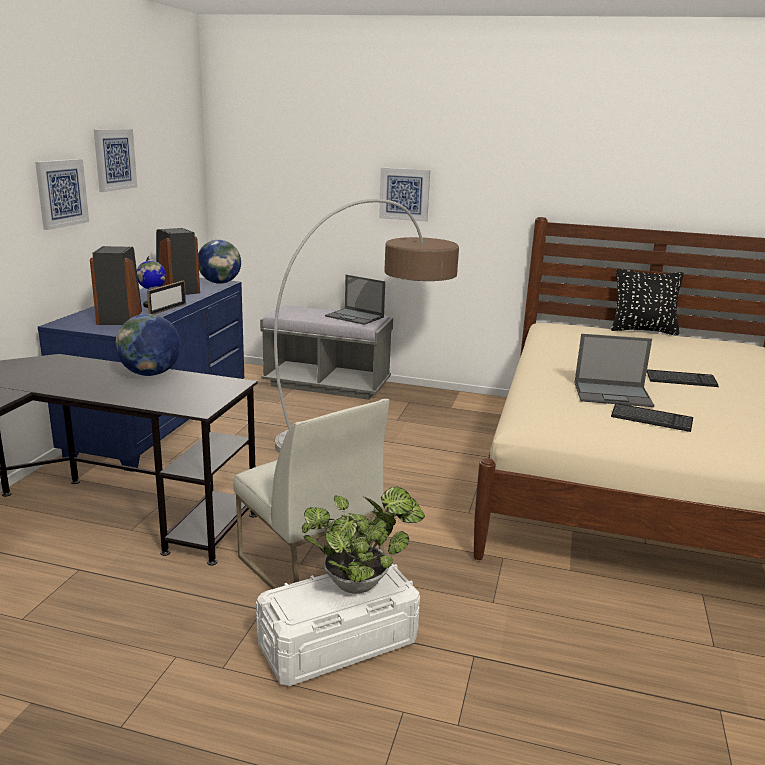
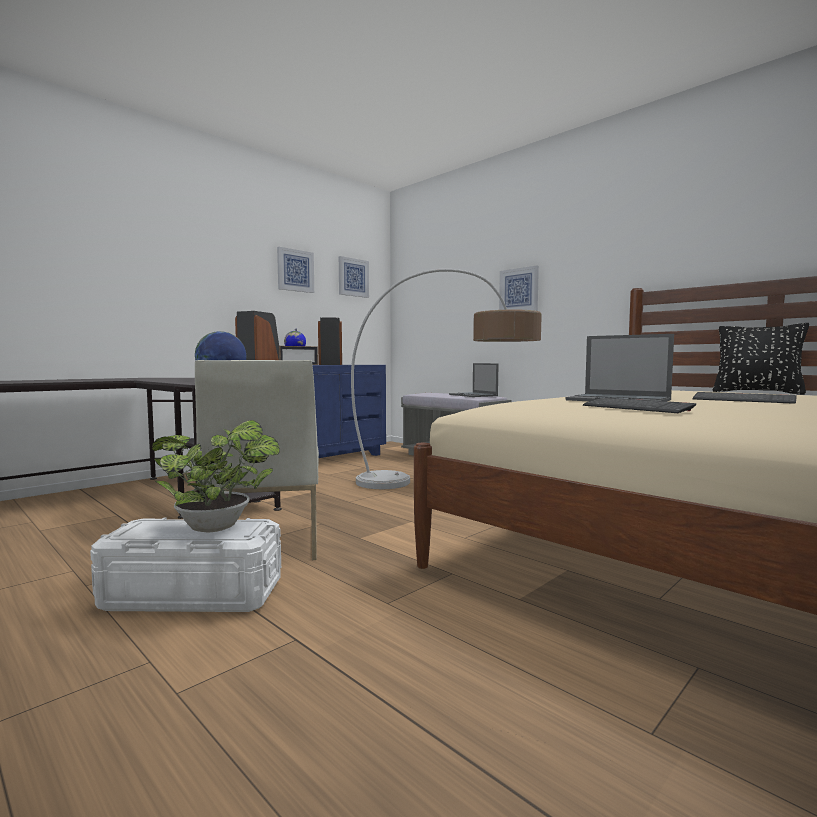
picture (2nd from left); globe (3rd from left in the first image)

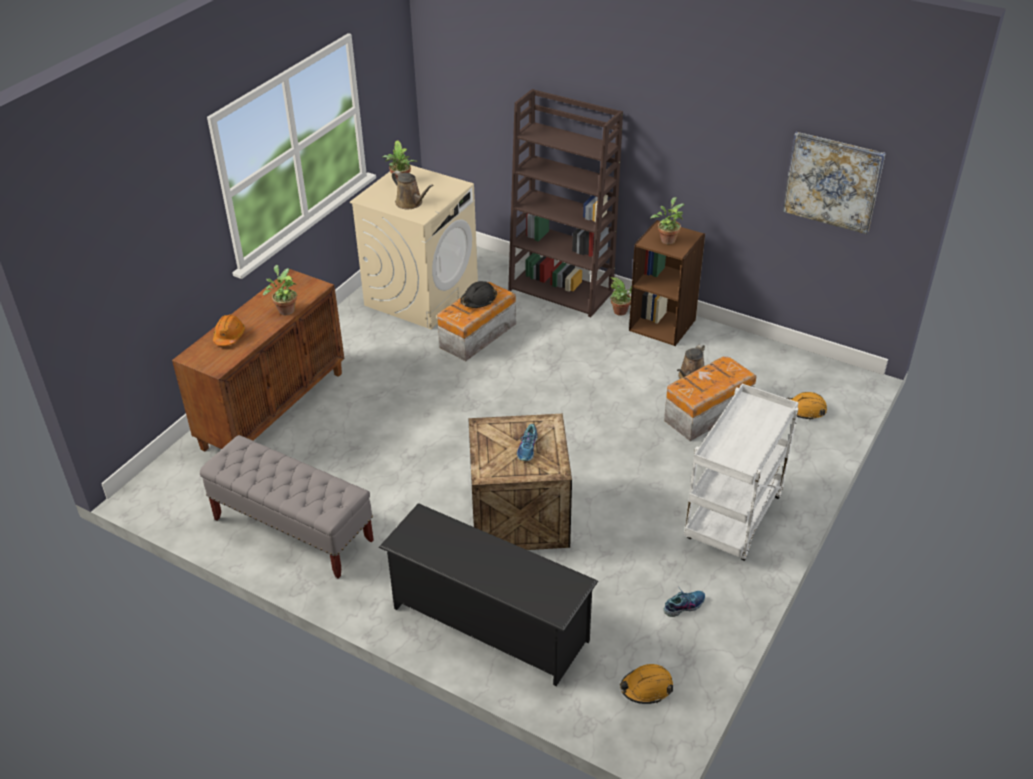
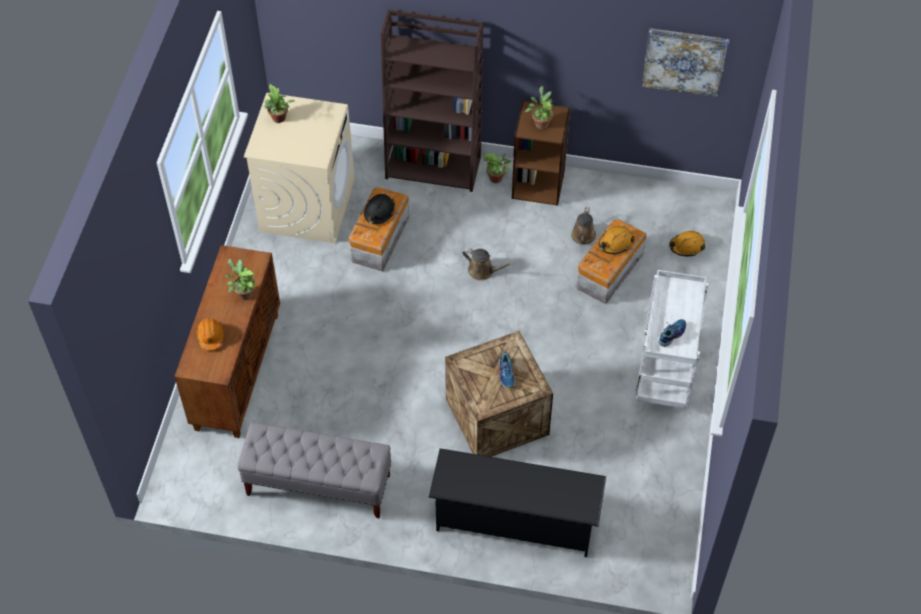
watering can (brown) (1st from left); hard hat (orange) (2nd from left); shoe (2nd from left)

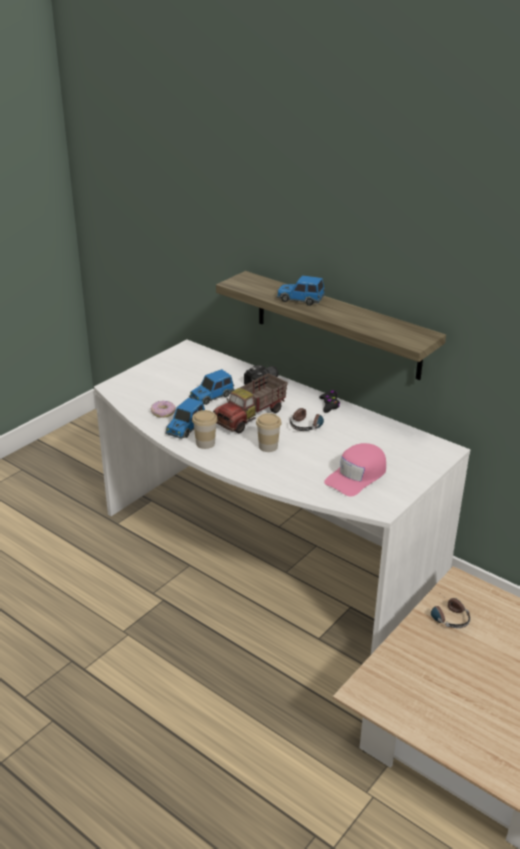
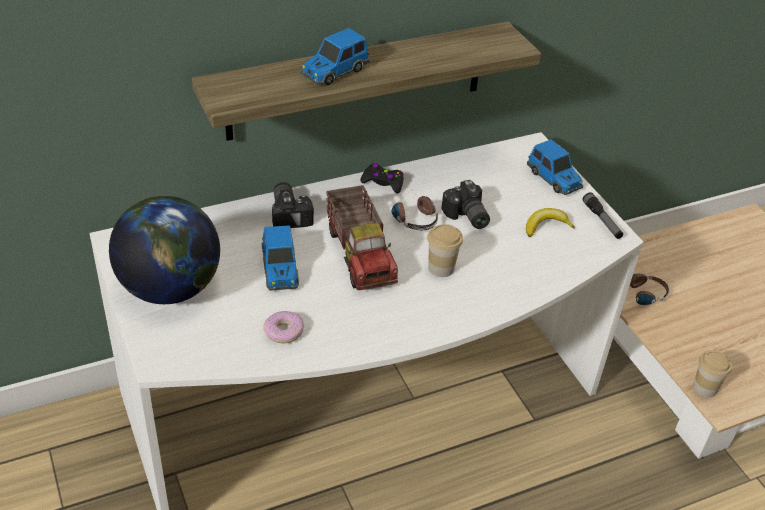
toy car (3rd from left); cup (2nd from left); banana; globe; photo camera (2nd from left); flashlight

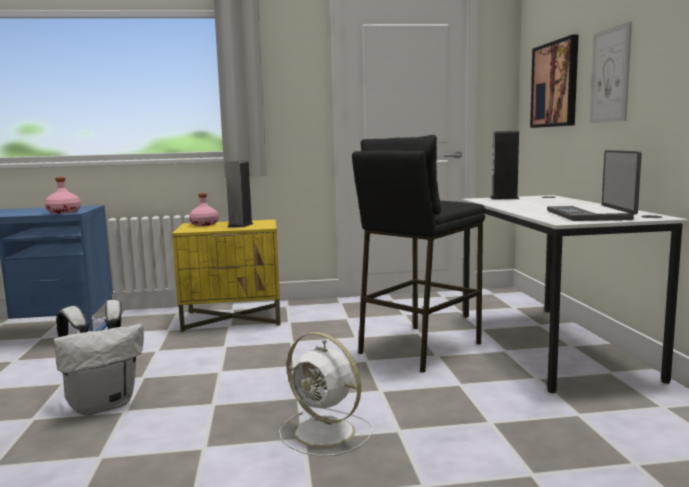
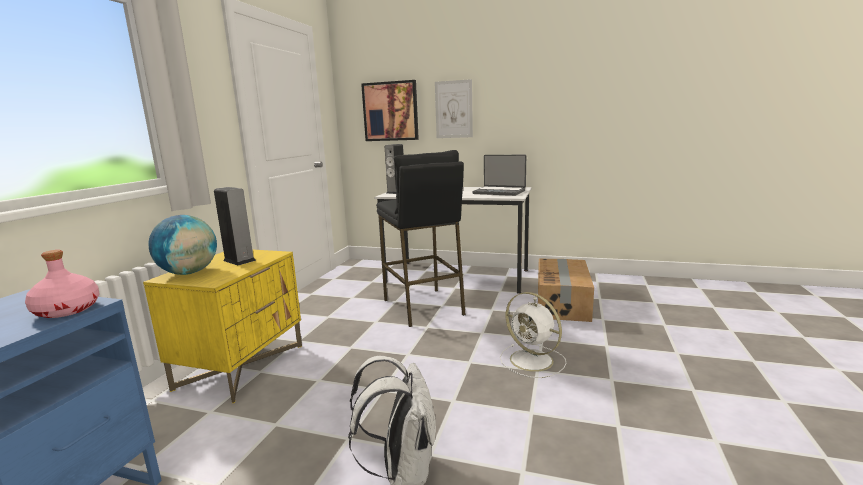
globe; fan (white); cardboard box

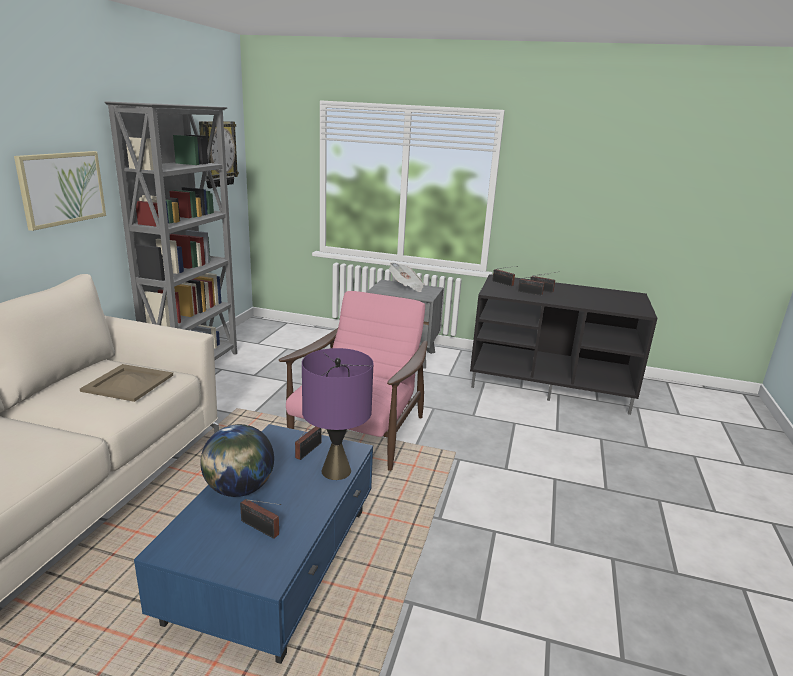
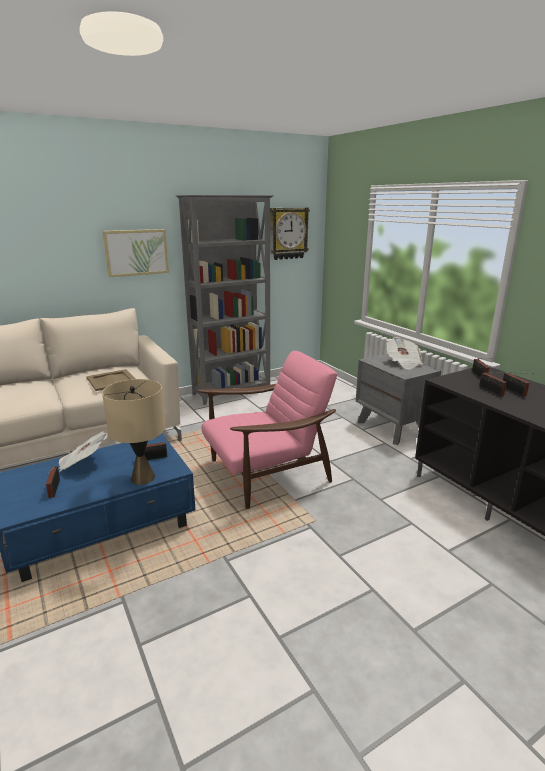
newspaper (1st from left); table lamp (beige)

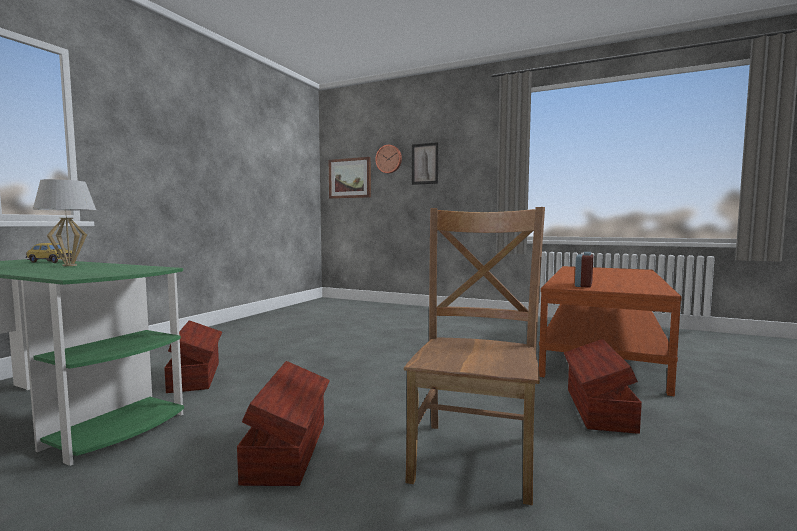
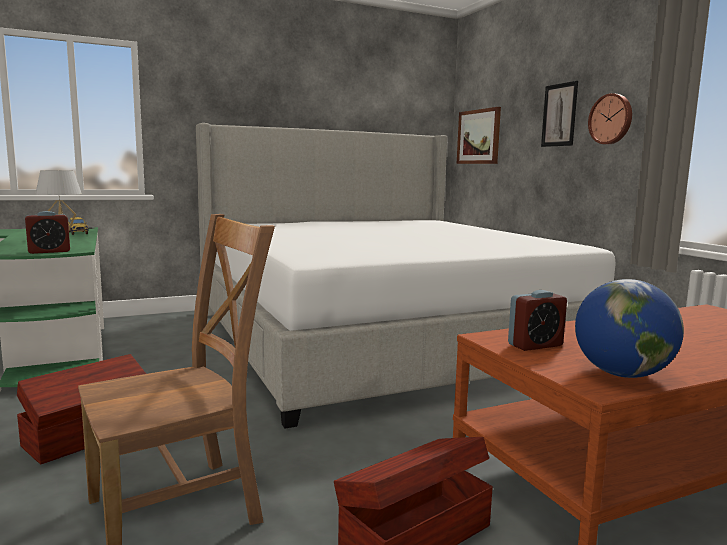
storage box (brown) (1st from left in the first image); wall clock; alarm clock (1st from left); bed; globe

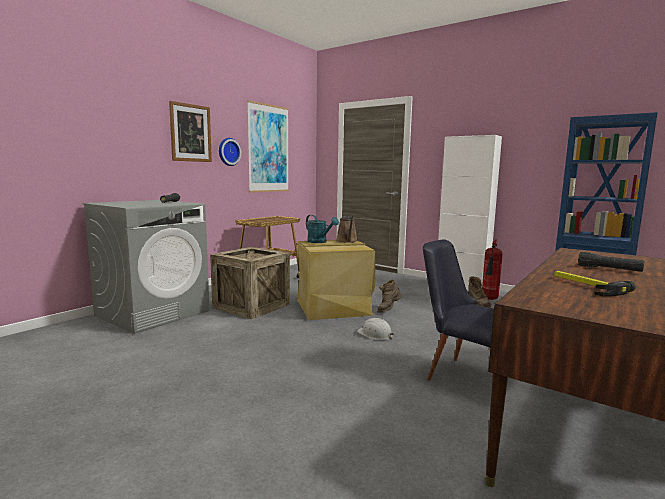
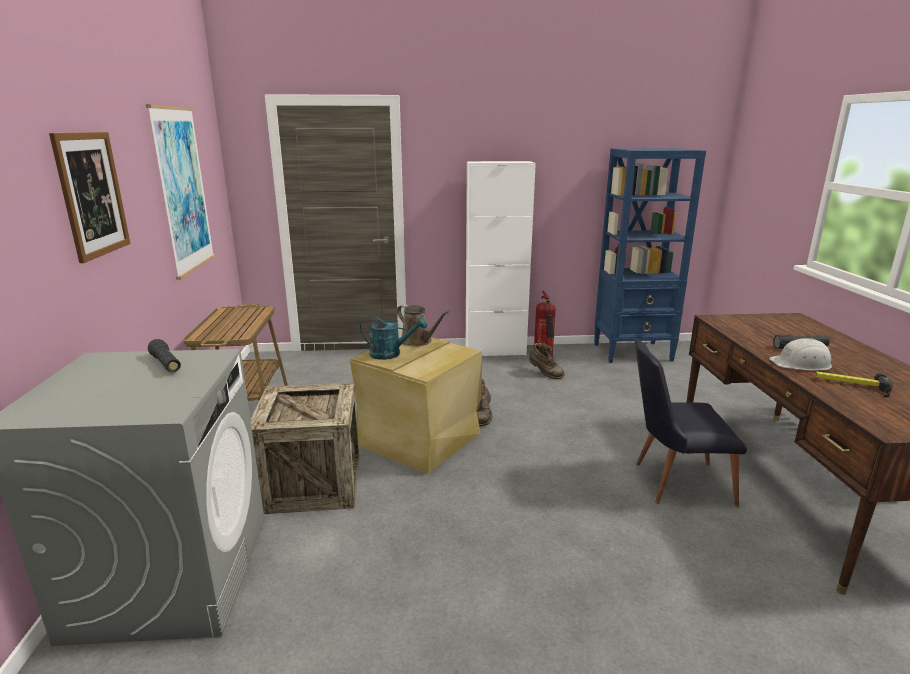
wall clock; hard hat (white)

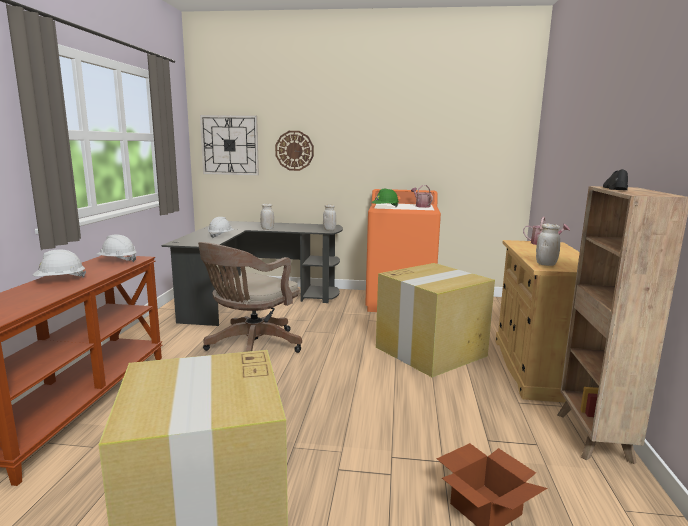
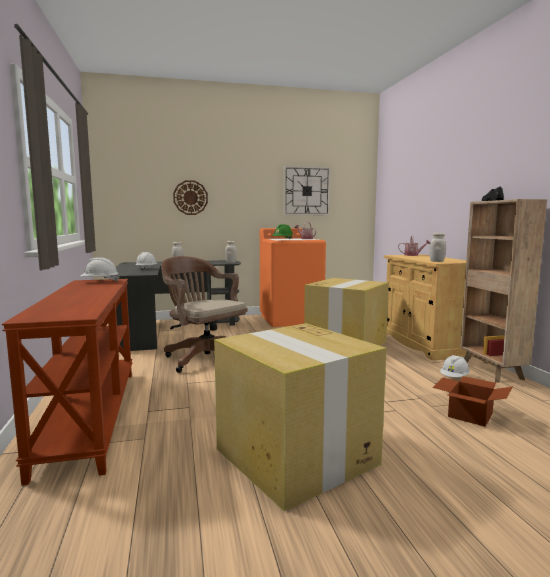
hard hat (white) (3rd from left); office chair (brown); wall clock (2nd from left)

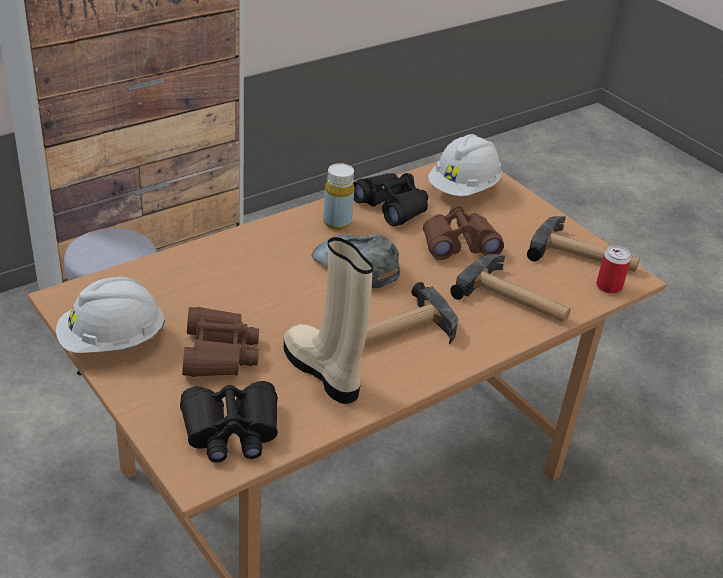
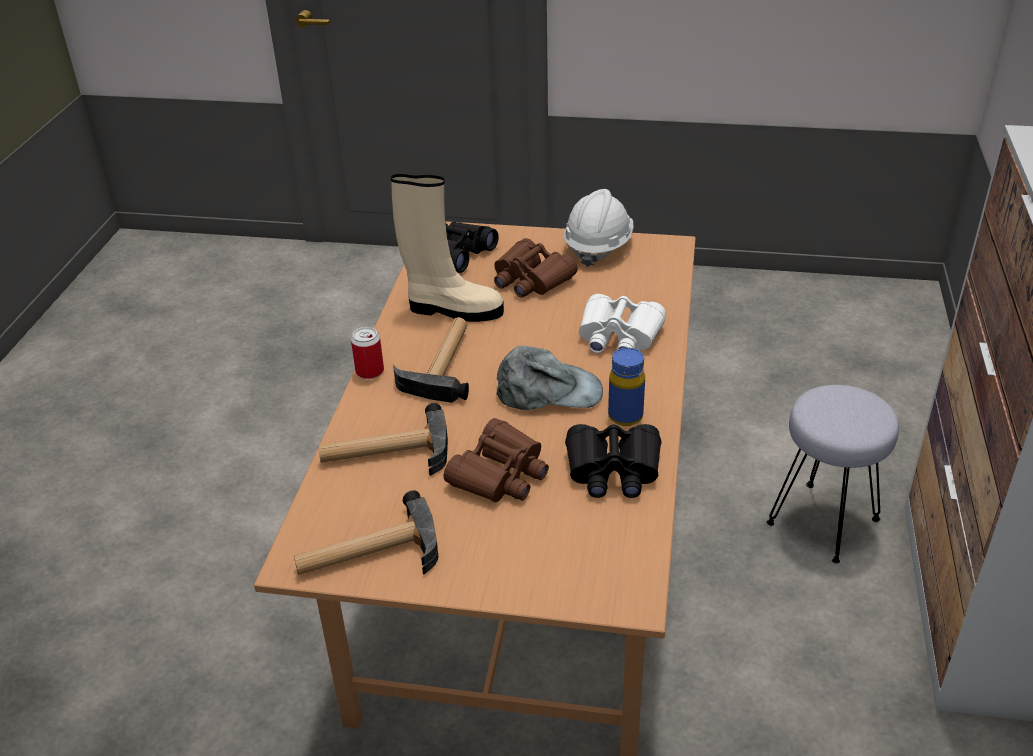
bottle (blue); hard hat (white) (2nd from left in the first image); can; binoculars (white)

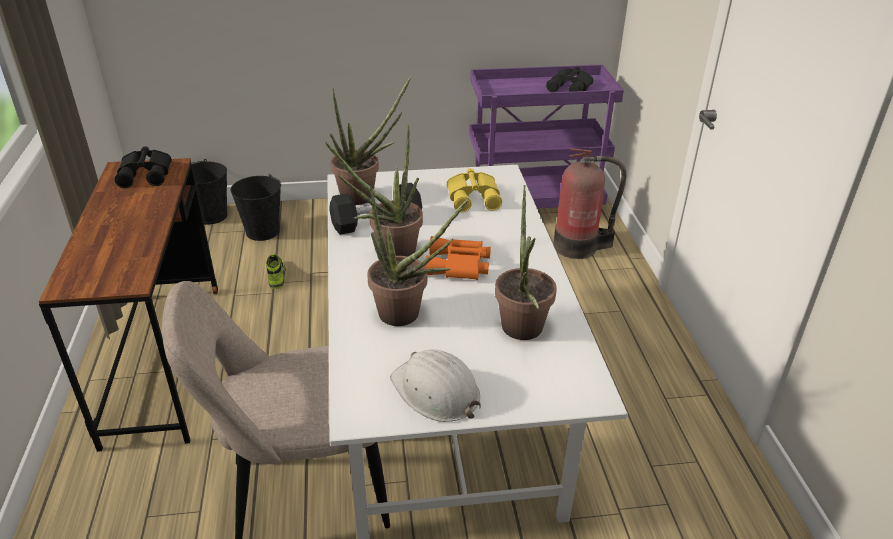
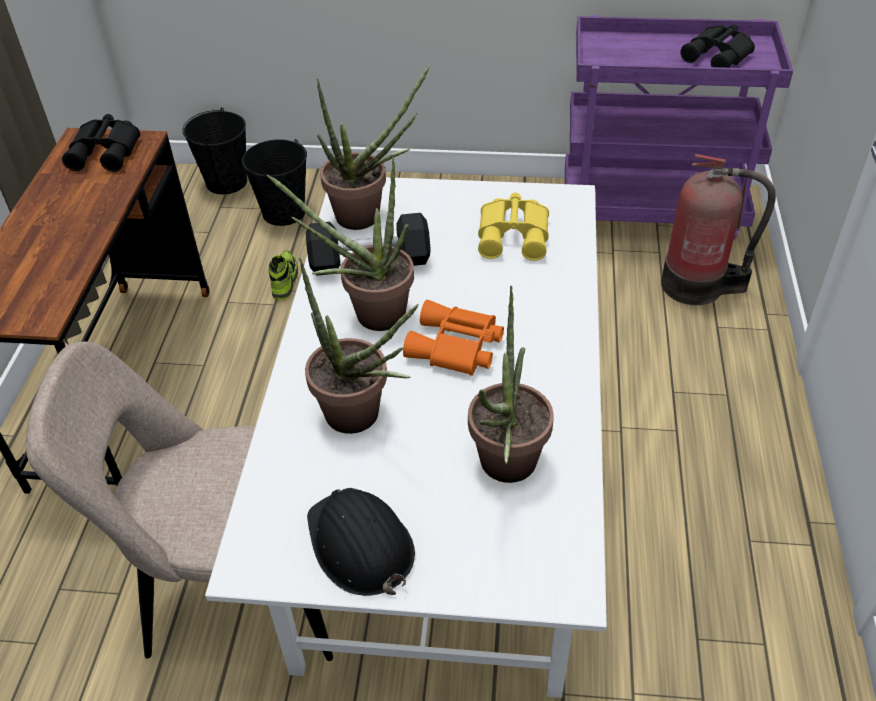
hard hat (black)

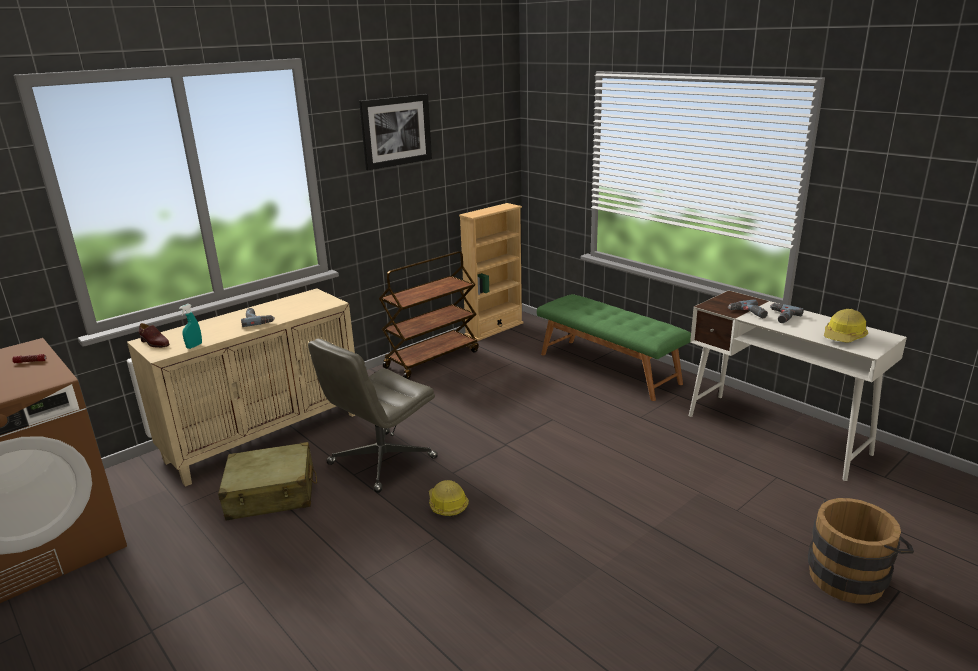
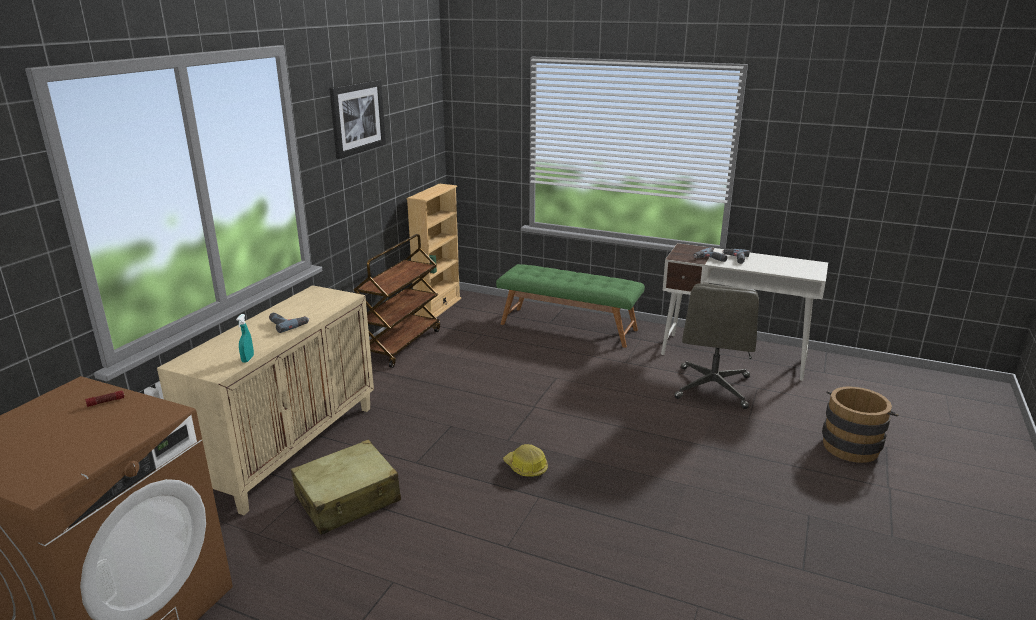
shoe (brown); office chair (grey); hard hat (2nd from left in the first image)

